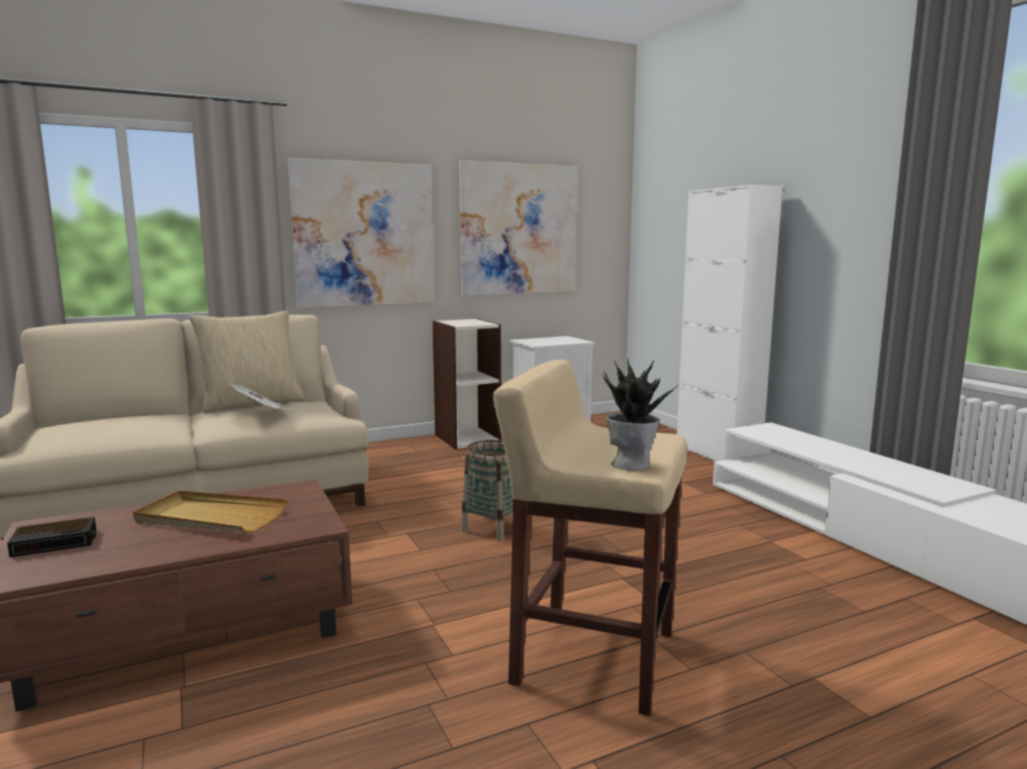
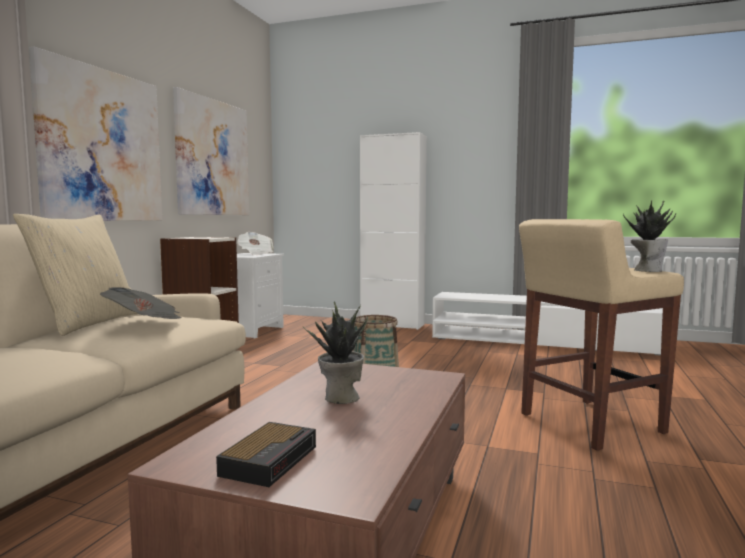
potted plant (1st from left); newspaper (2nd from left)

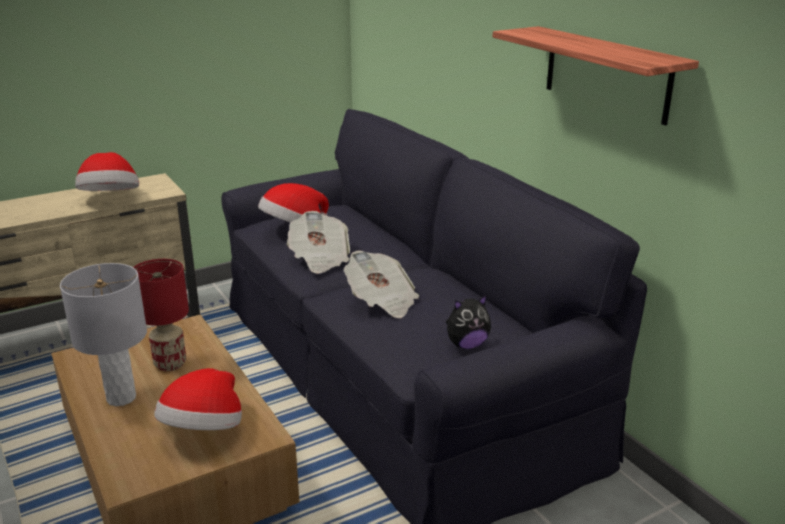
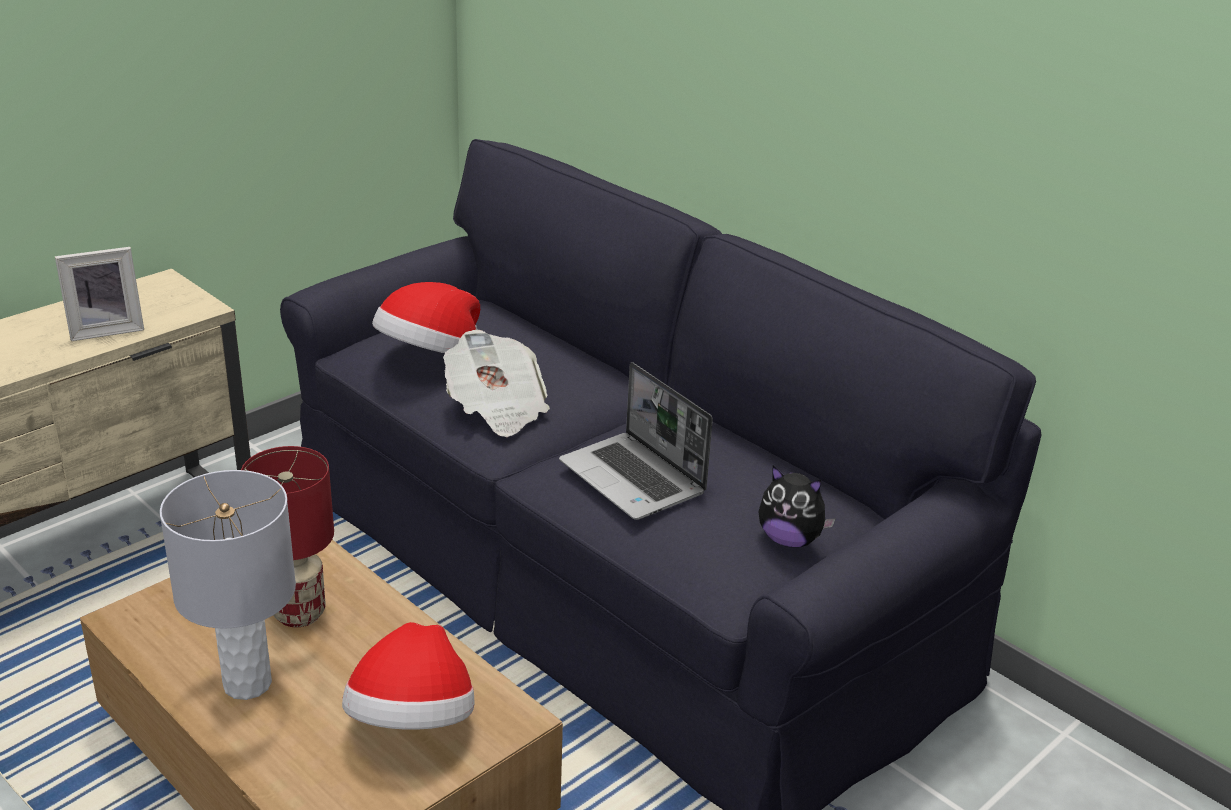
picture frame; laptop; plush toy; shelf

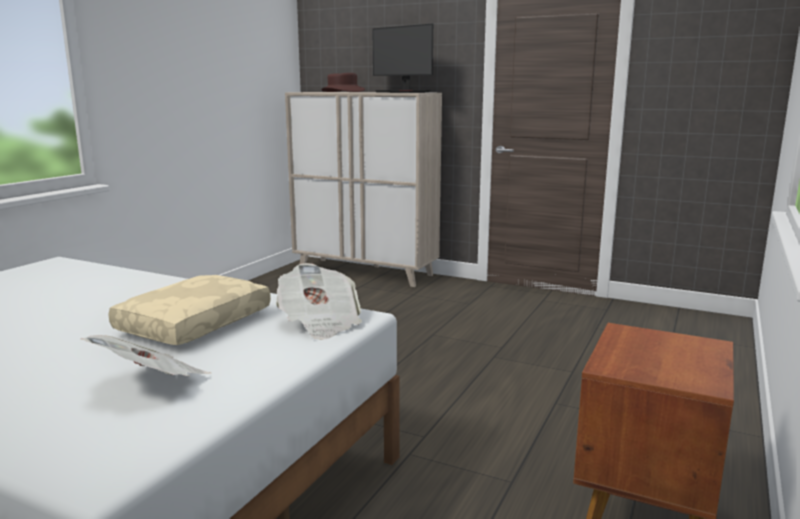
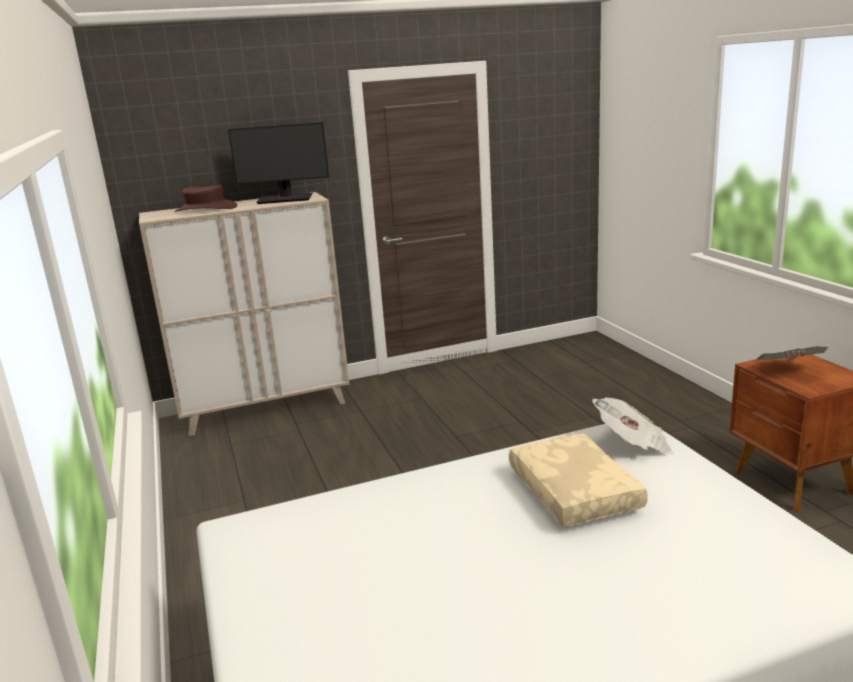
newspaper (2nd from left)

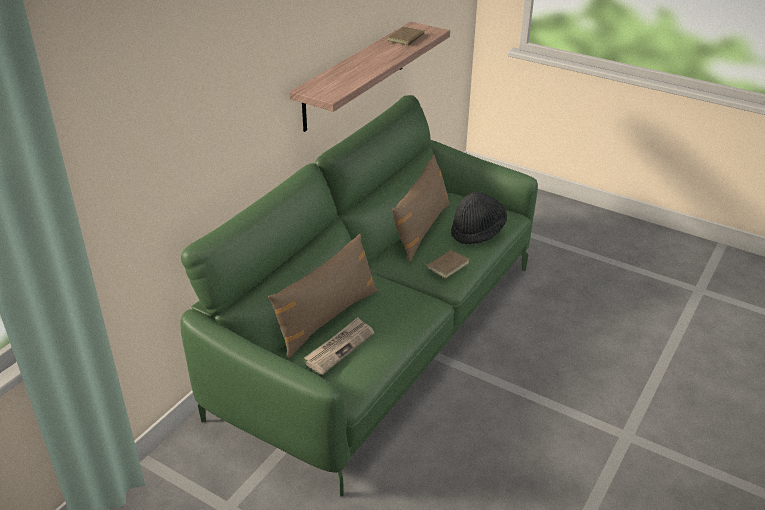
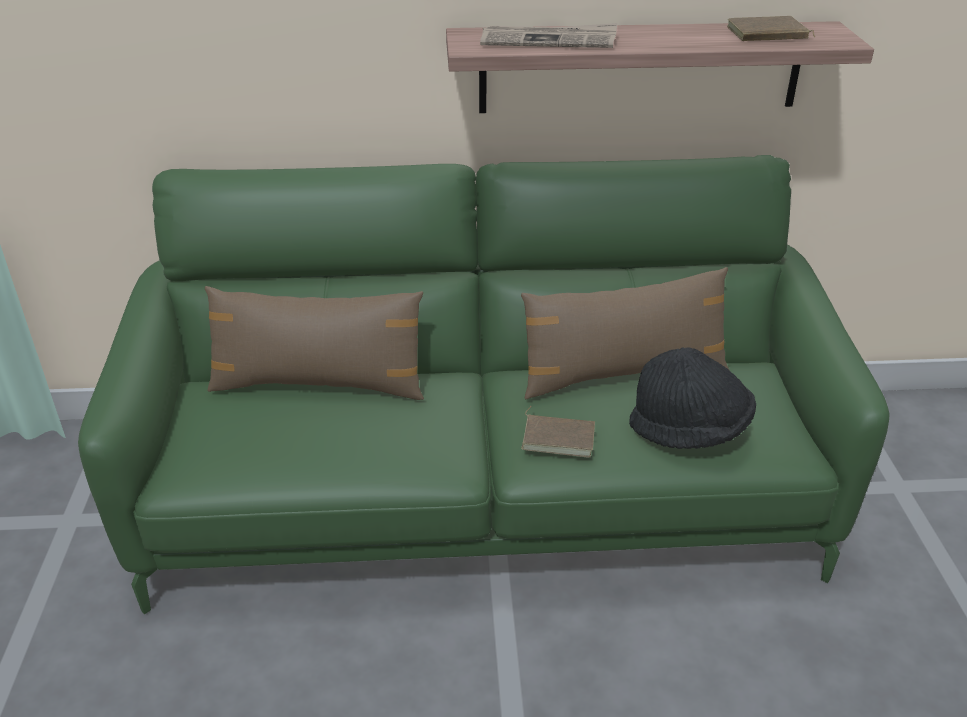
newspaper

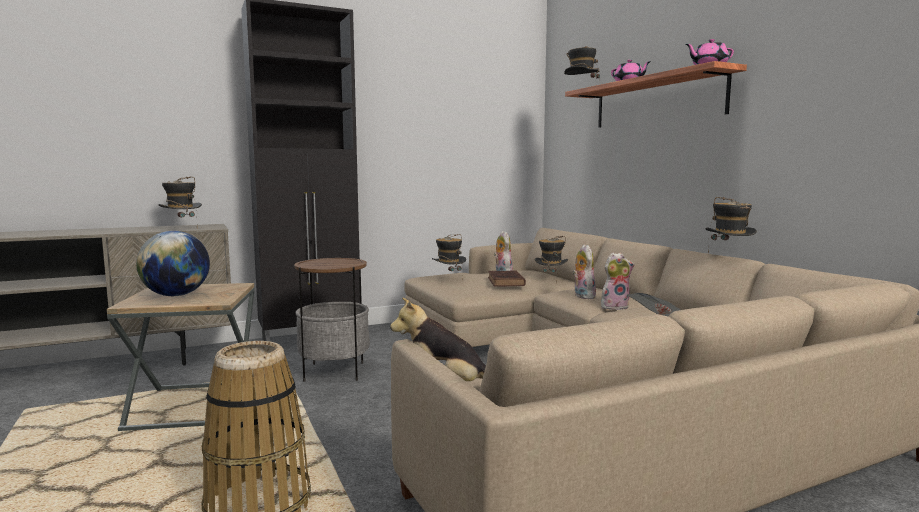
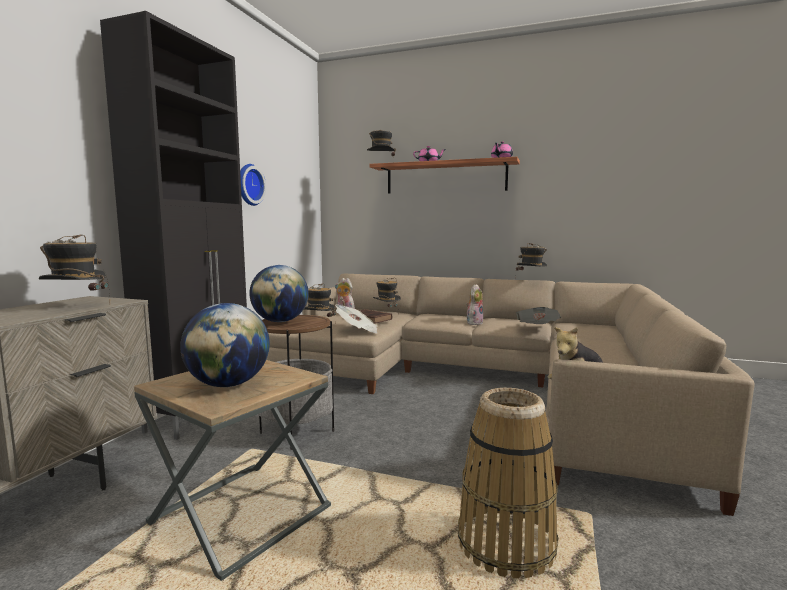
plush toy (3rd from left in the first image); wall clock; globe (2nd from left); newspaper (1st from left)

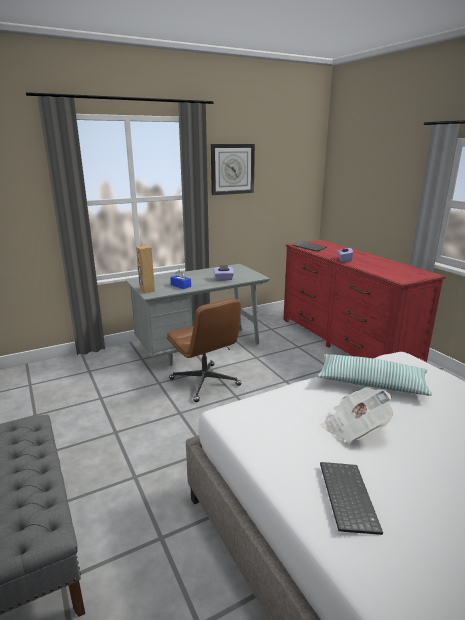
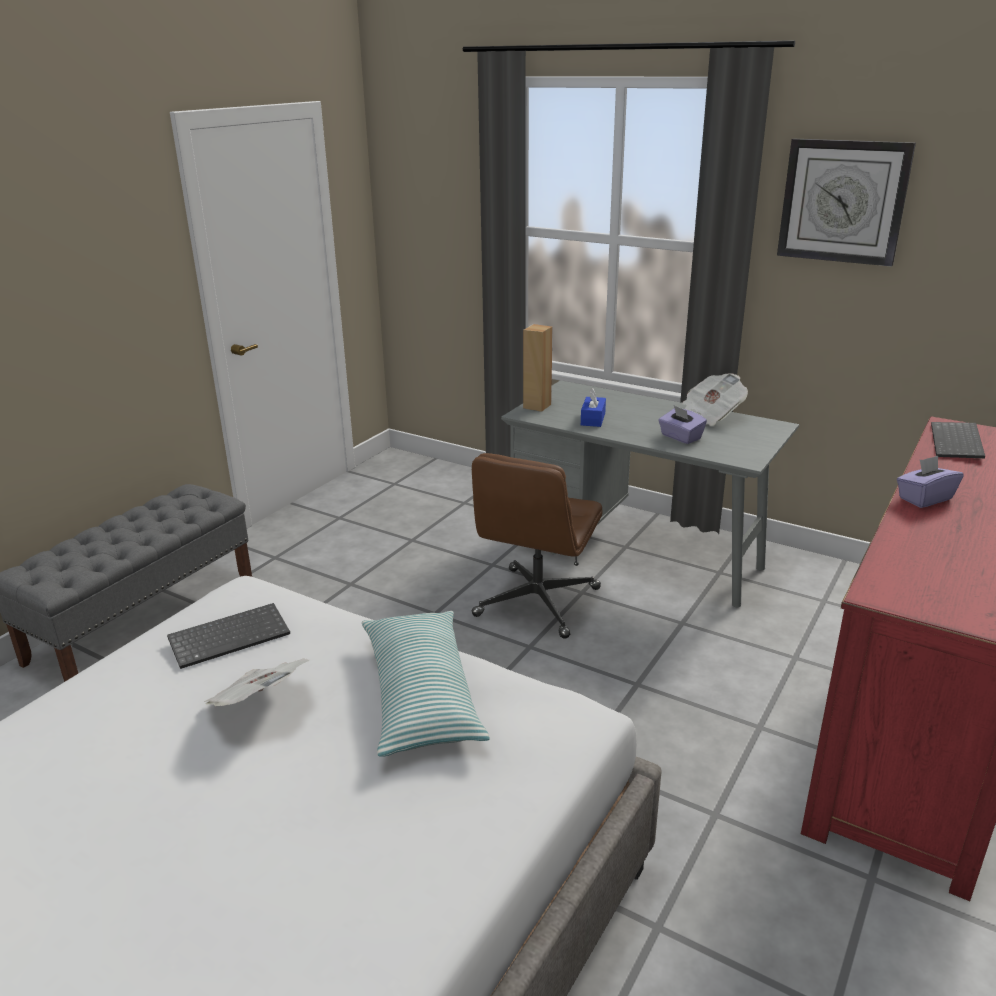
keyboard (1st from left); newspaper (2nd from left)

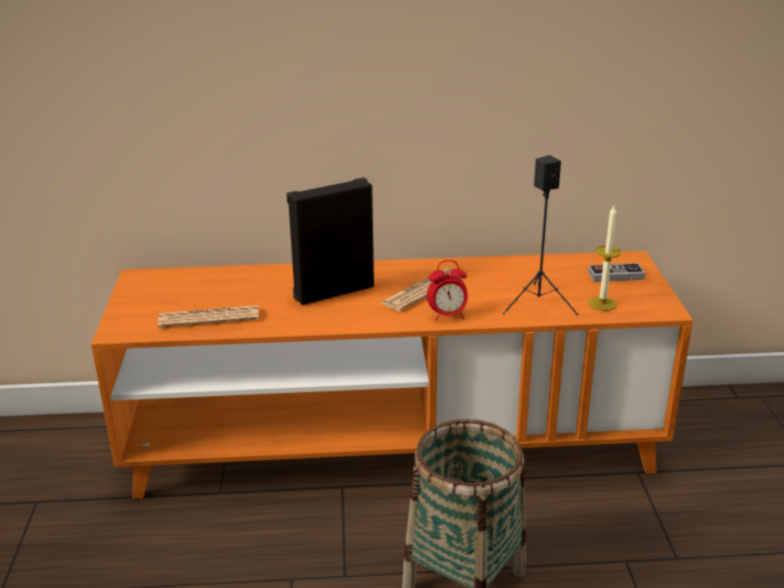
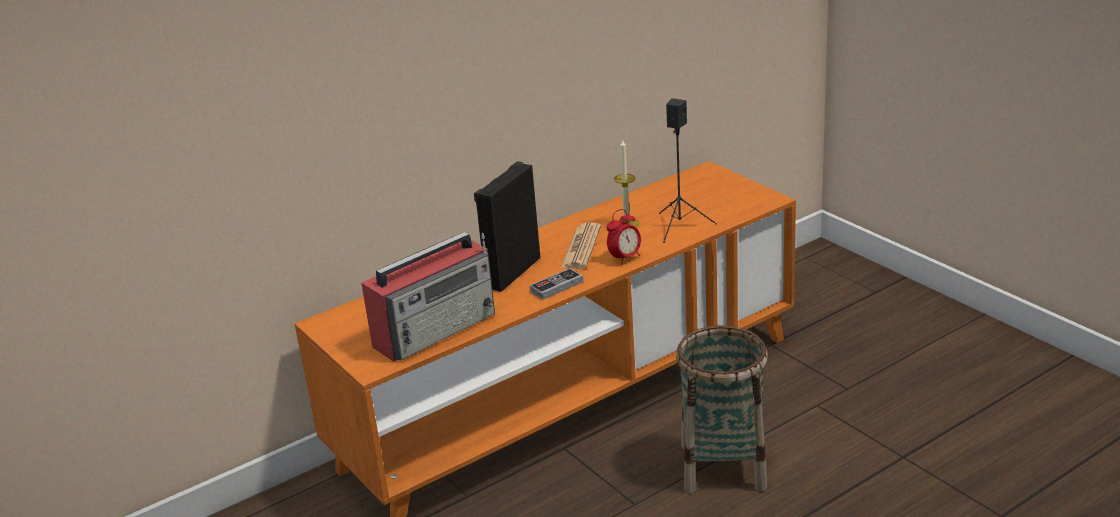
radio; candle; game controller

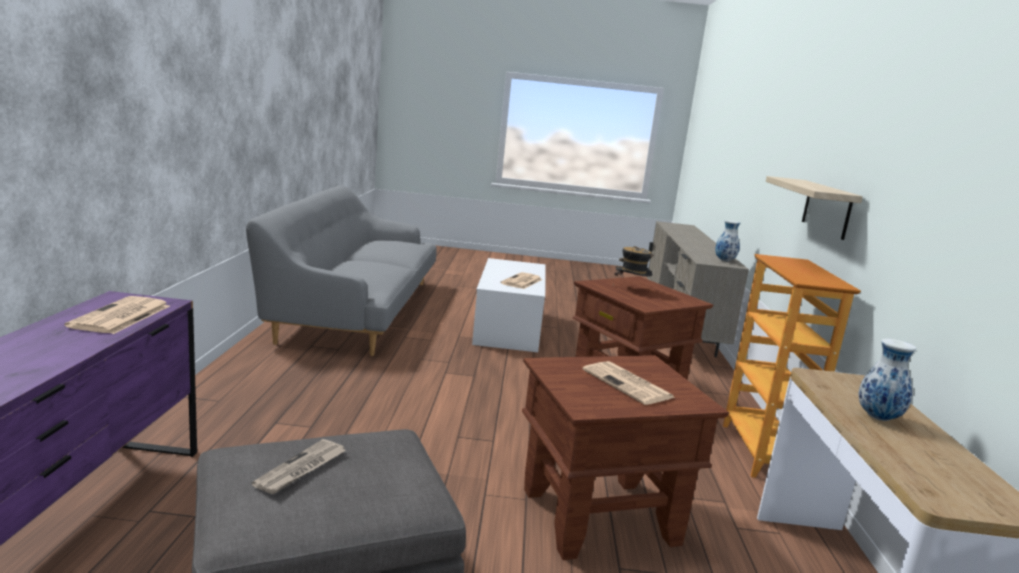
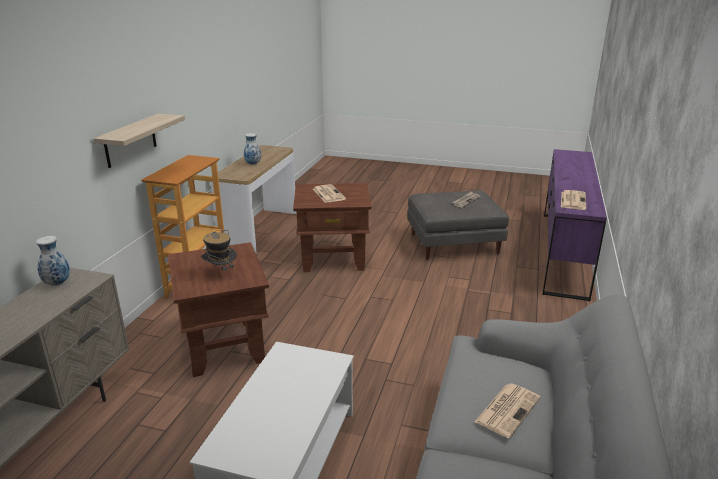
newspaper (3rd from left)

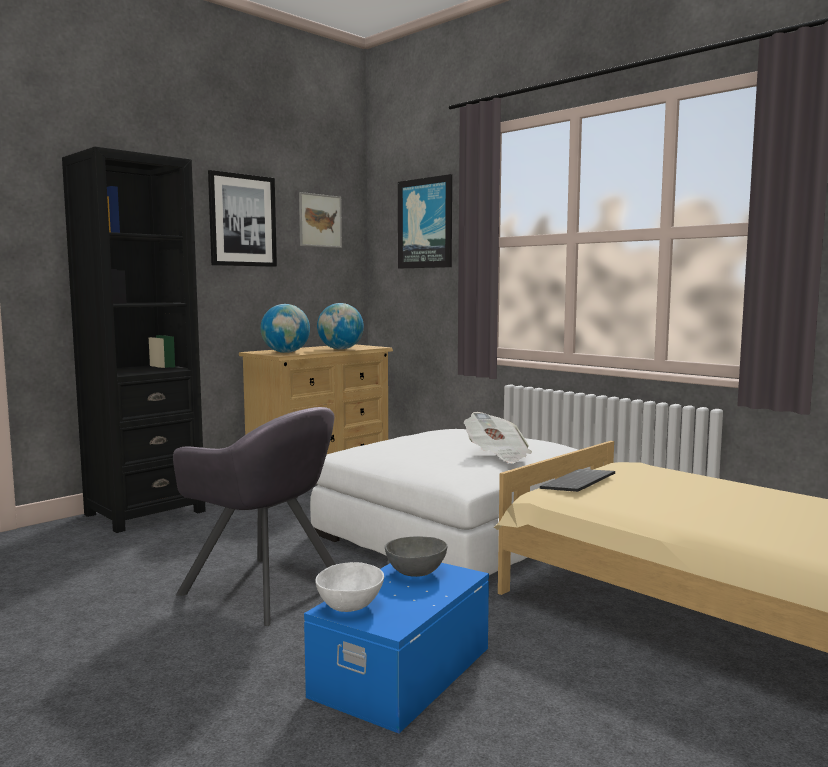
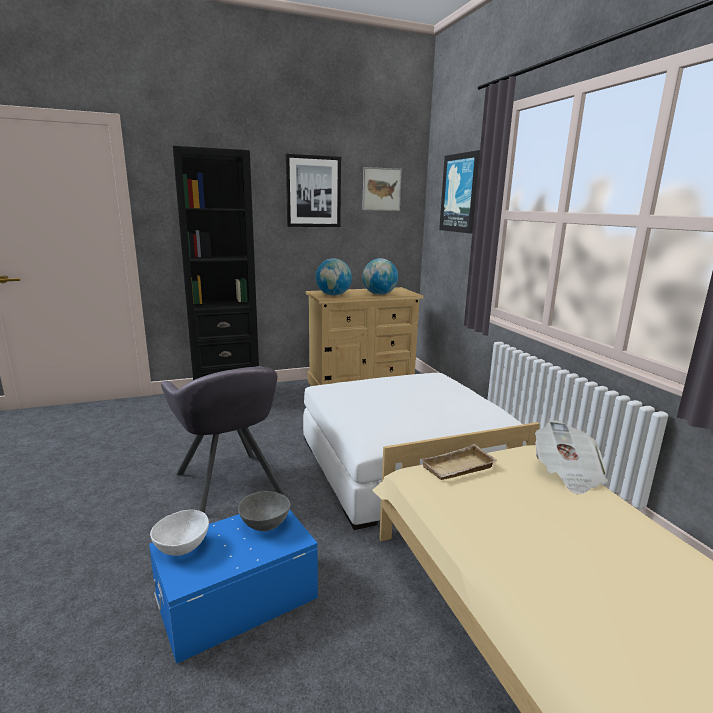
newspaper; tray (beige)

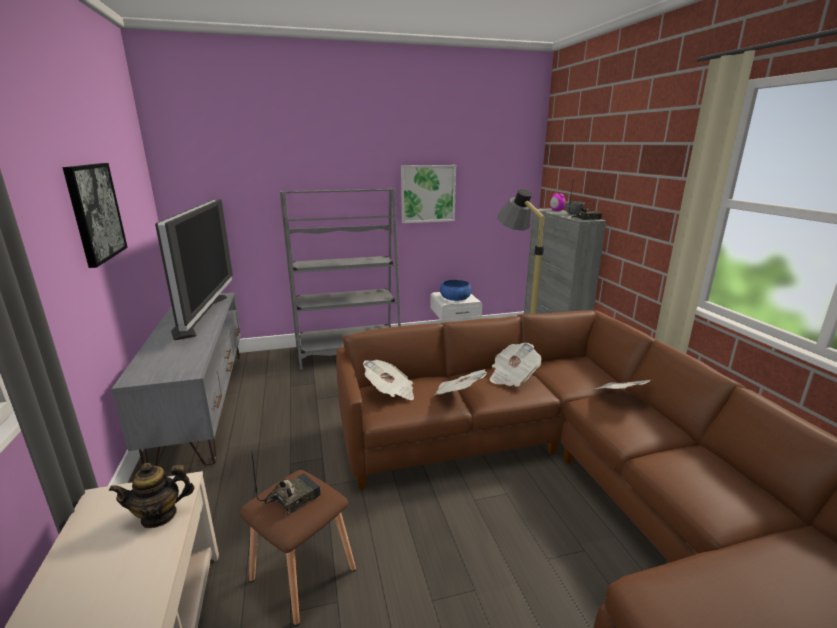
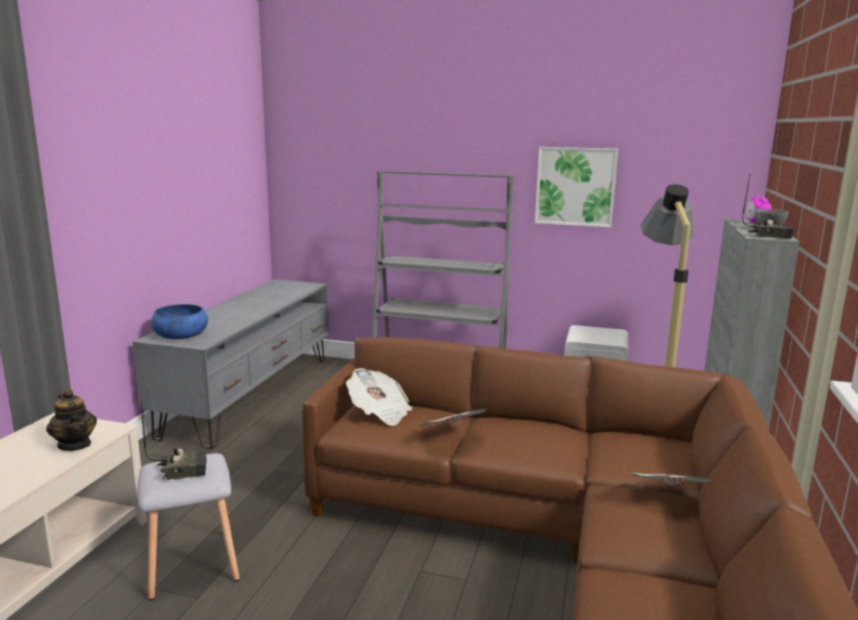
picture (1st from left in the first image); teapot; television; stool (grey); bowl (blue); newspaper (3rd from left in the first image)

